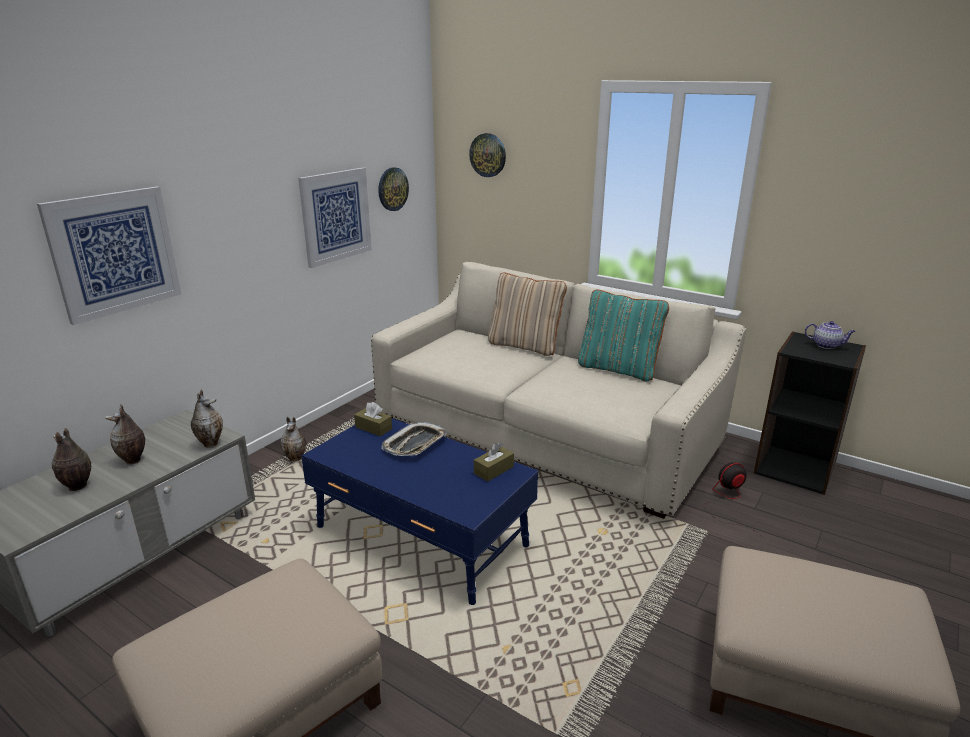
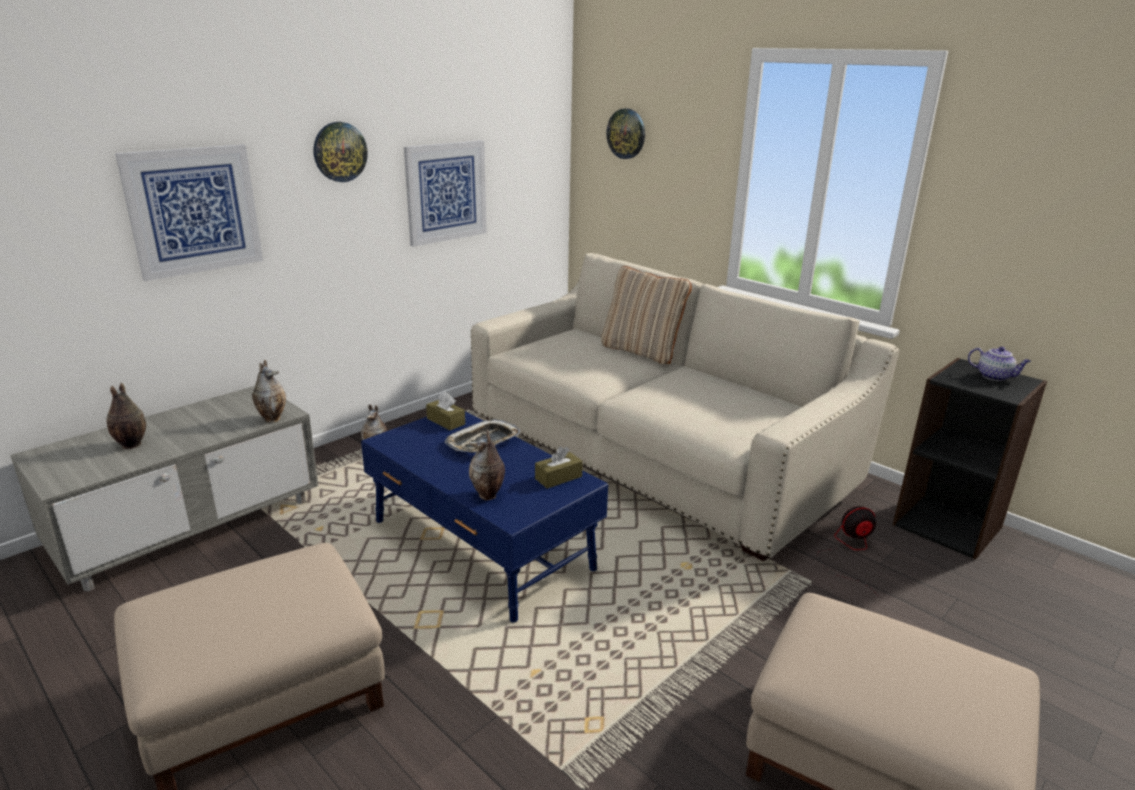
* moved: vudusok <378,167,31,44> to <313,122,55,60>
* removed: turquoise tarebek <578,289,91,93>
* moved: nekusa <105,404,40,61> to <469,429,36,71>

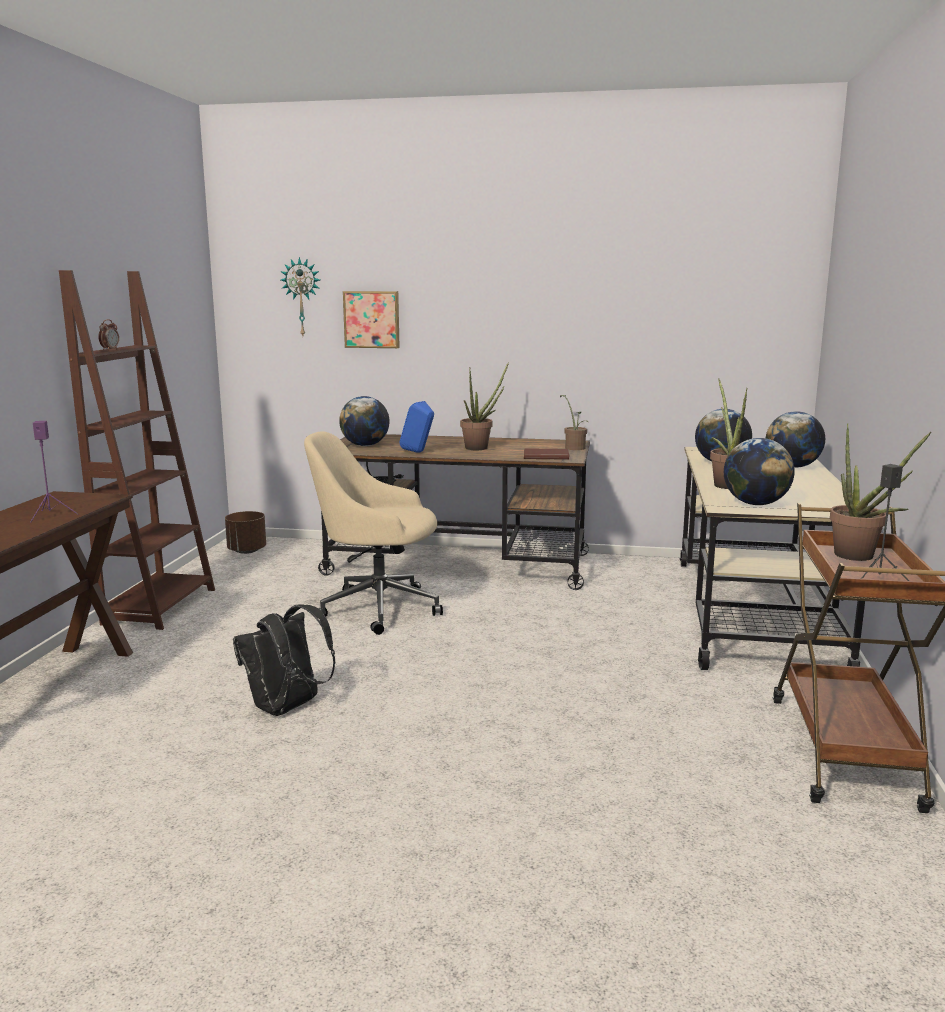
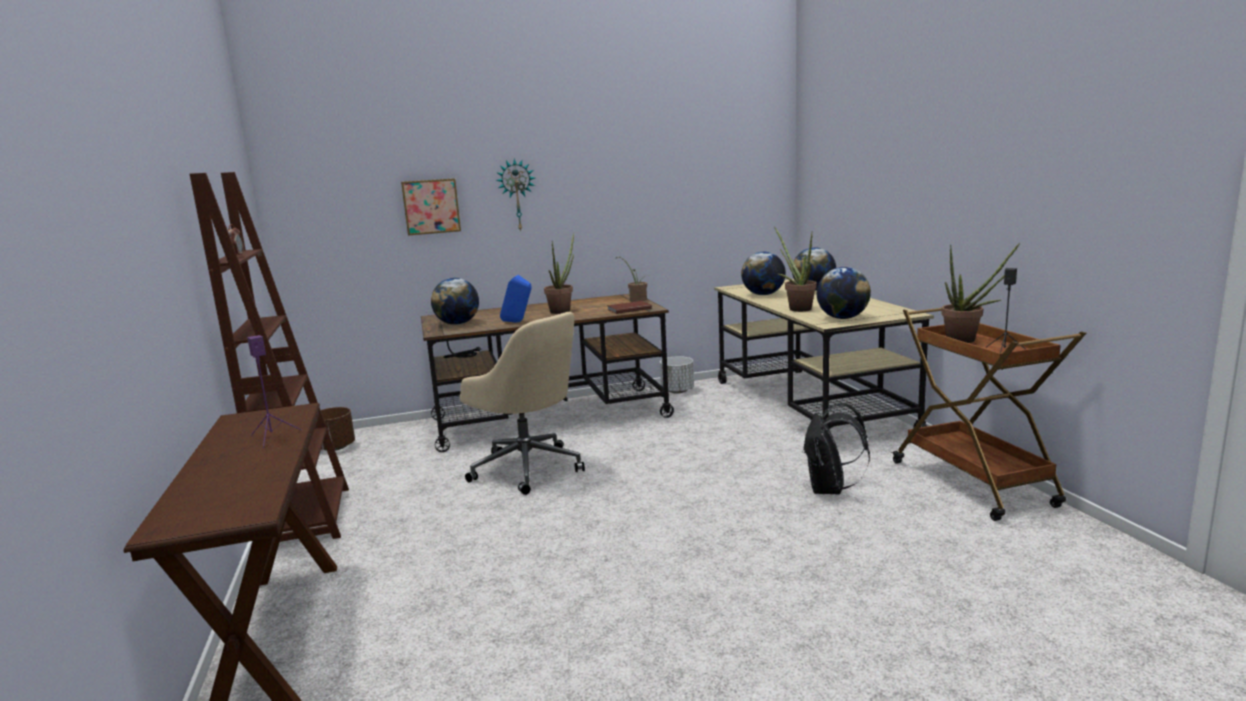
* moved: vudusok <281,257,39,79> to <496,158,39,74>
* turned: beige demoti <304,431,139,204> = <460,312,125,183> 120 degrees counterclockwise
* moved: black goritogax <233,605,102,111> to <804,403,66,92>
* added: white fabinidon <660,356,34,37>

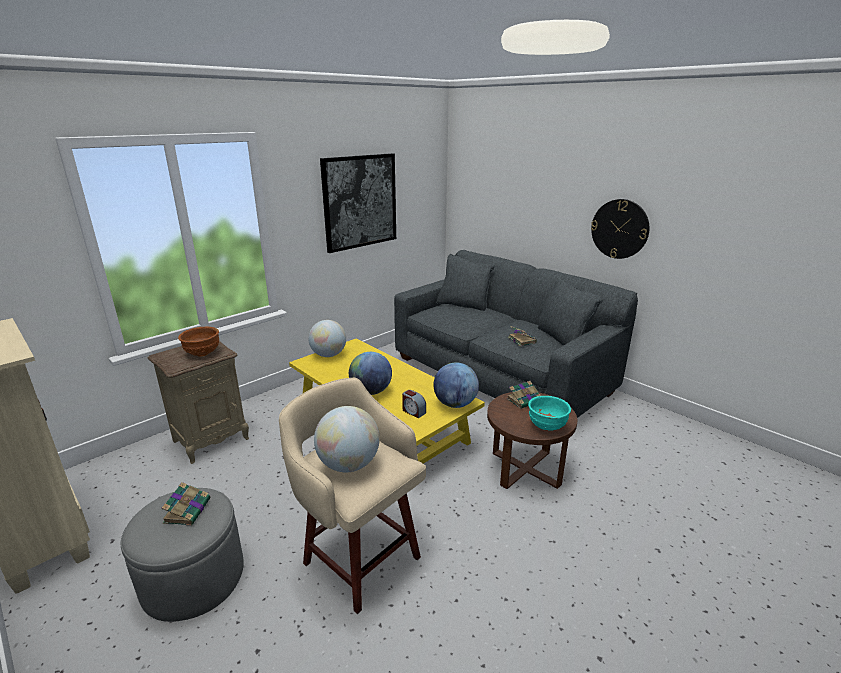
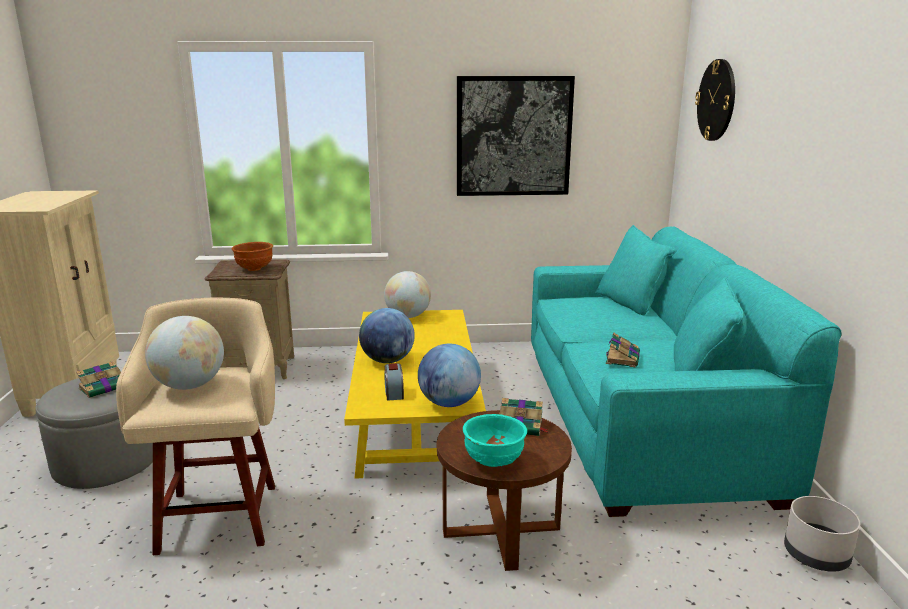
* moved: vudusok <591,199,58,60> to <695,59,40,82>
* recoloured: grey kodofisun <394,250,244,168> to turquoise kodofisun <531,225,310,292>
* added: grey fabinidon <784,496,76,76>

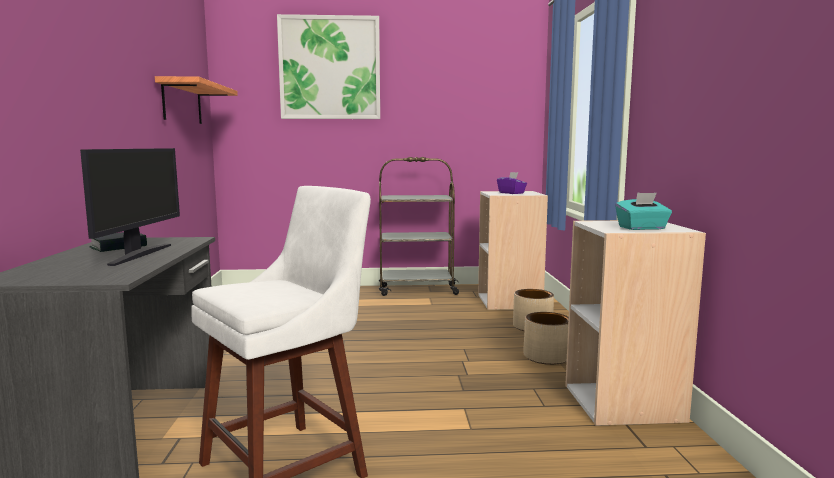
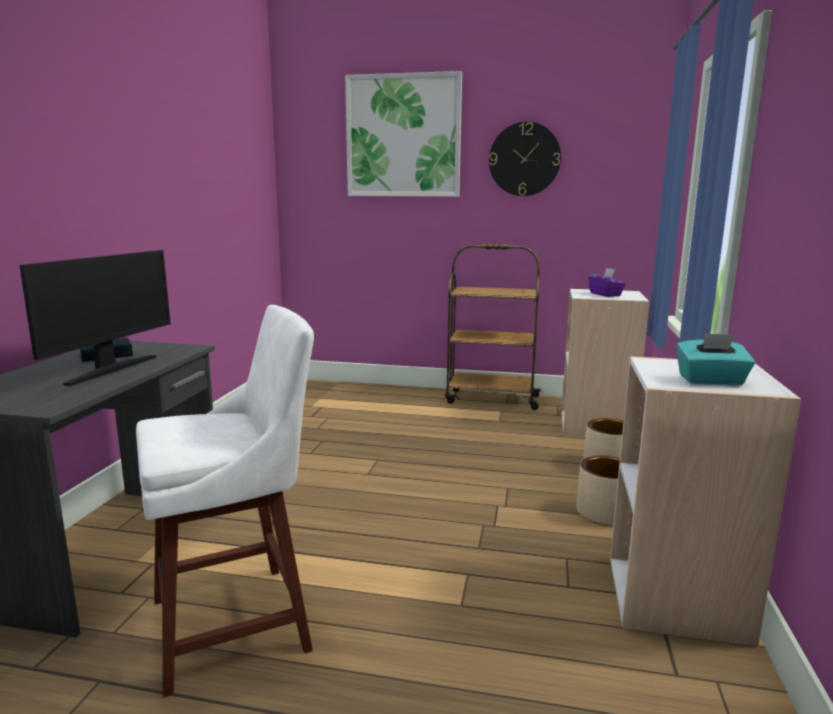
* removed: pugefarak <155,76,83,48>
* recoloured: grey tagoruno <379,157,80,139> to brown tagoruno <445,243,98,167>
* added: vudusok <489,122,72,74>

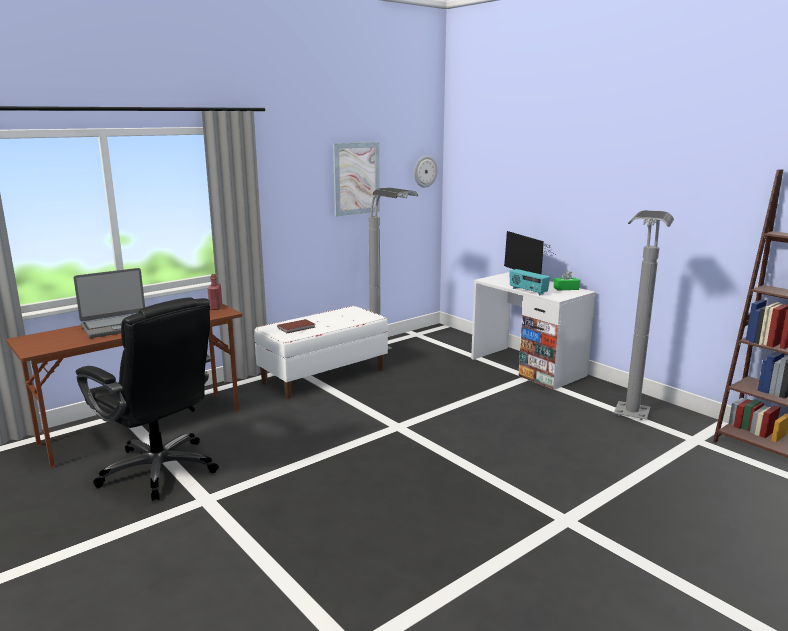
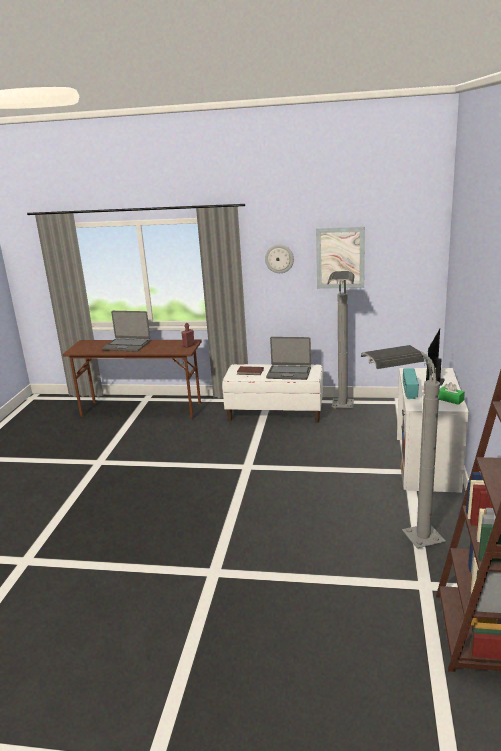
* moved: vudusok <414,156,24,32> to <265,245,29,28>
* removed: black demoti <76,297,143,204>
* added: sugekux <266,337,45,43>

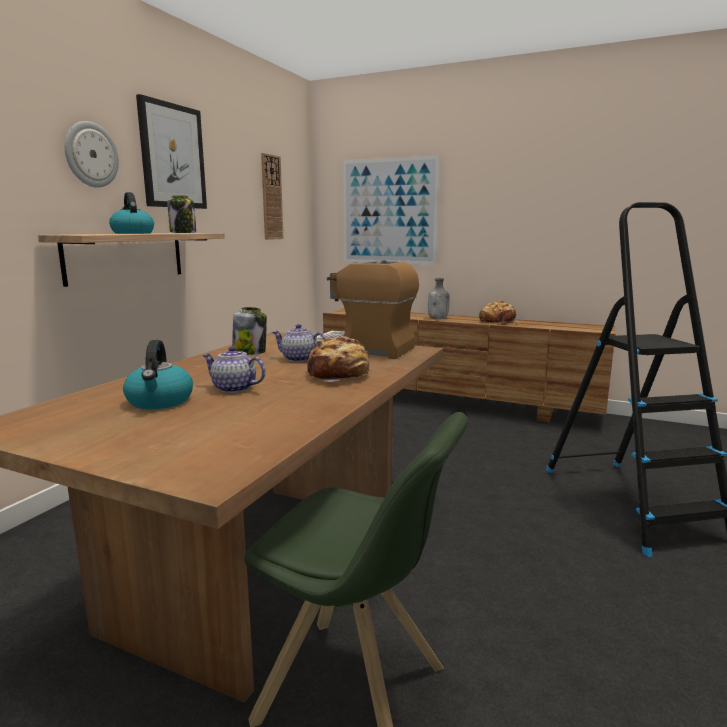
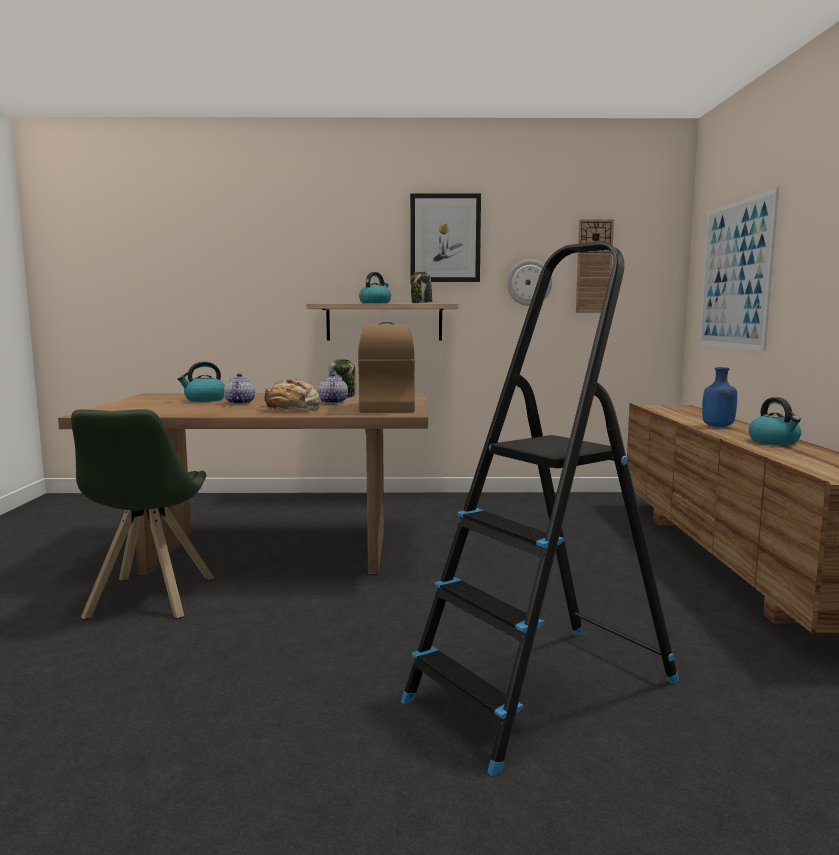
* moved: vudusok <64,121,55,67> to <507,259,45,47>
* recoloured: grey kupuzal <428,278,22,41> to blue kupuzal <702,367,35,60>
* replaced: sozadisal <479,301,39,23> to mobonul <749,397,52,48>

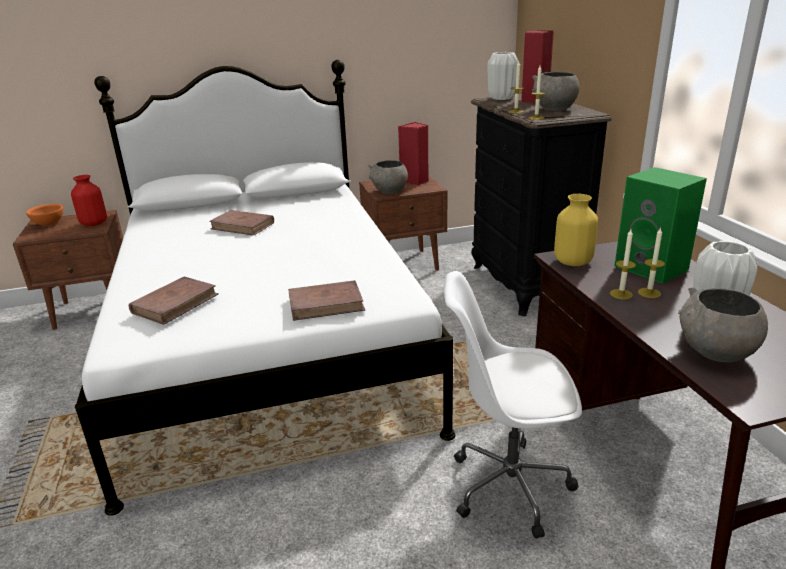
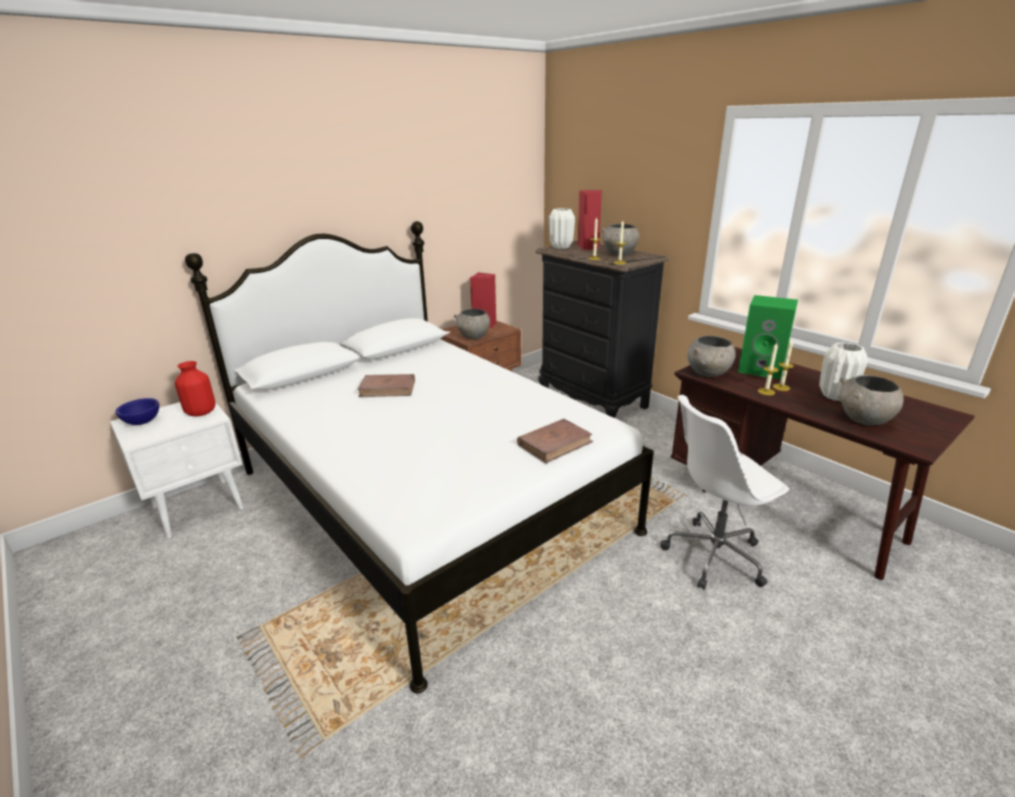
* replaced: yellow nekusa <554,194,44,72> to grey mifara <687,336,49,41>
* recoloured: orange mifara <26,204,37,22> to blue mifara <115,398,44,27>
* recoloured: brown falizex <13,210,110,120> to white falizex <110,402,134,136>
* removed: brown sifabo <129,277,90,48>

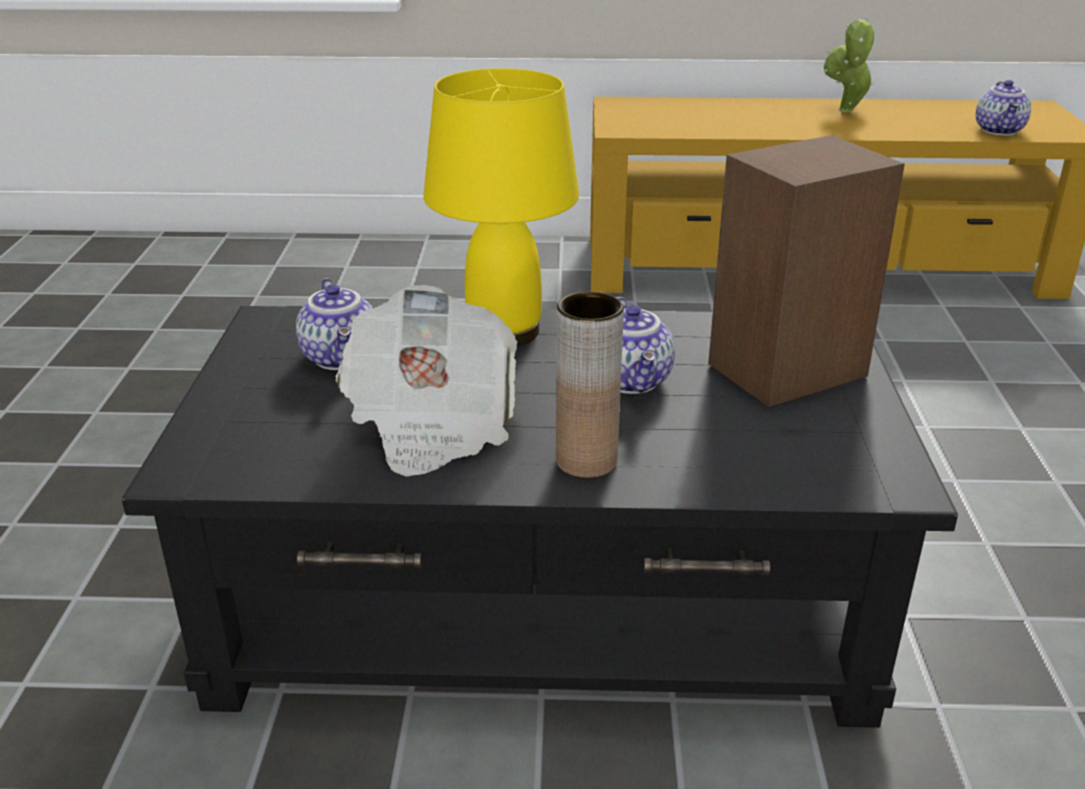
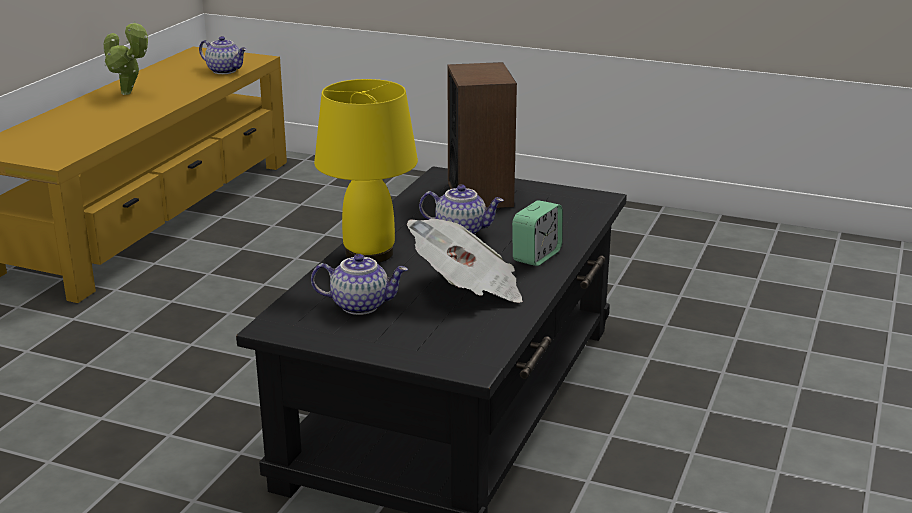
* replaced: brown nekusa <556,292,68,186> to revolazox <512,200,51,66>

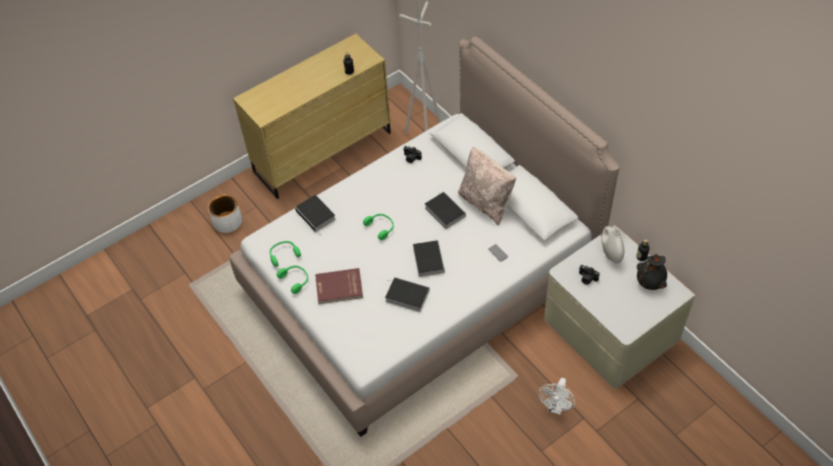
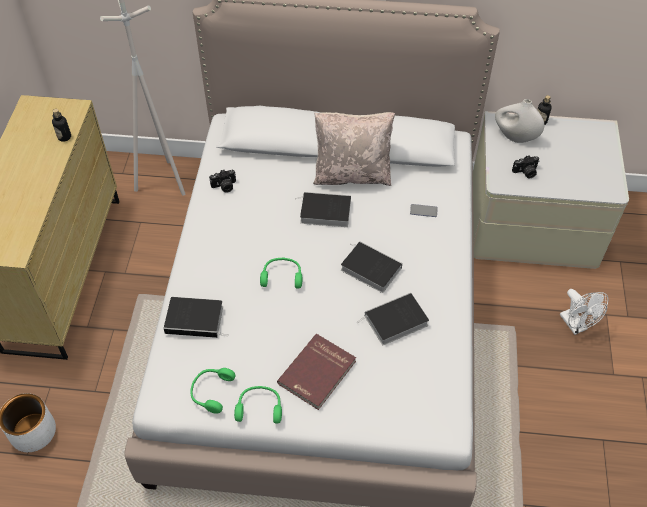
* removed: black nekusa <637,254,30,36>

